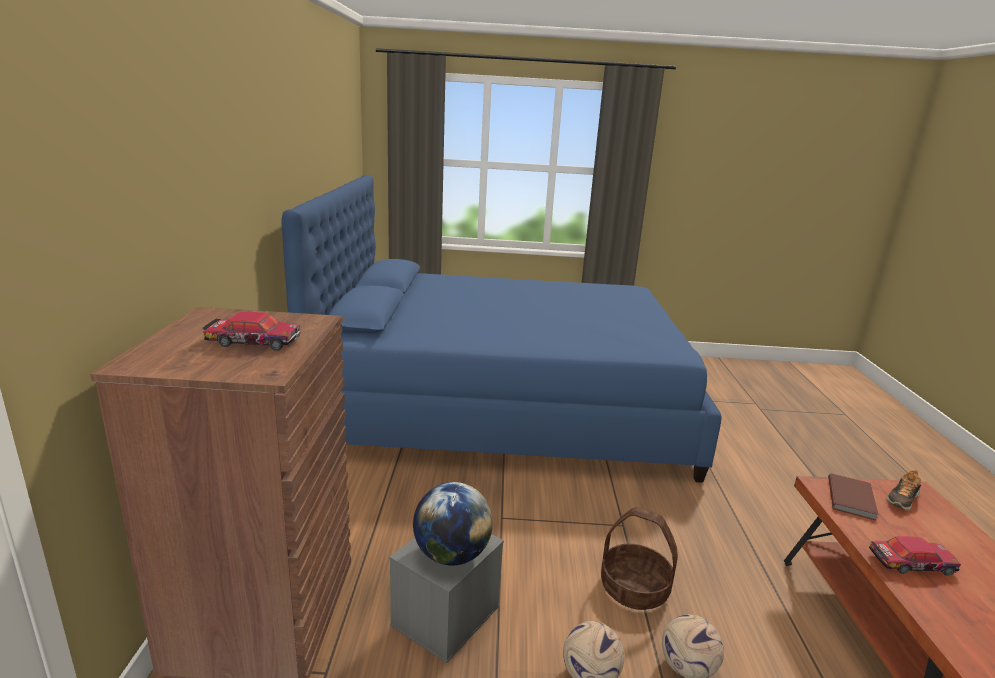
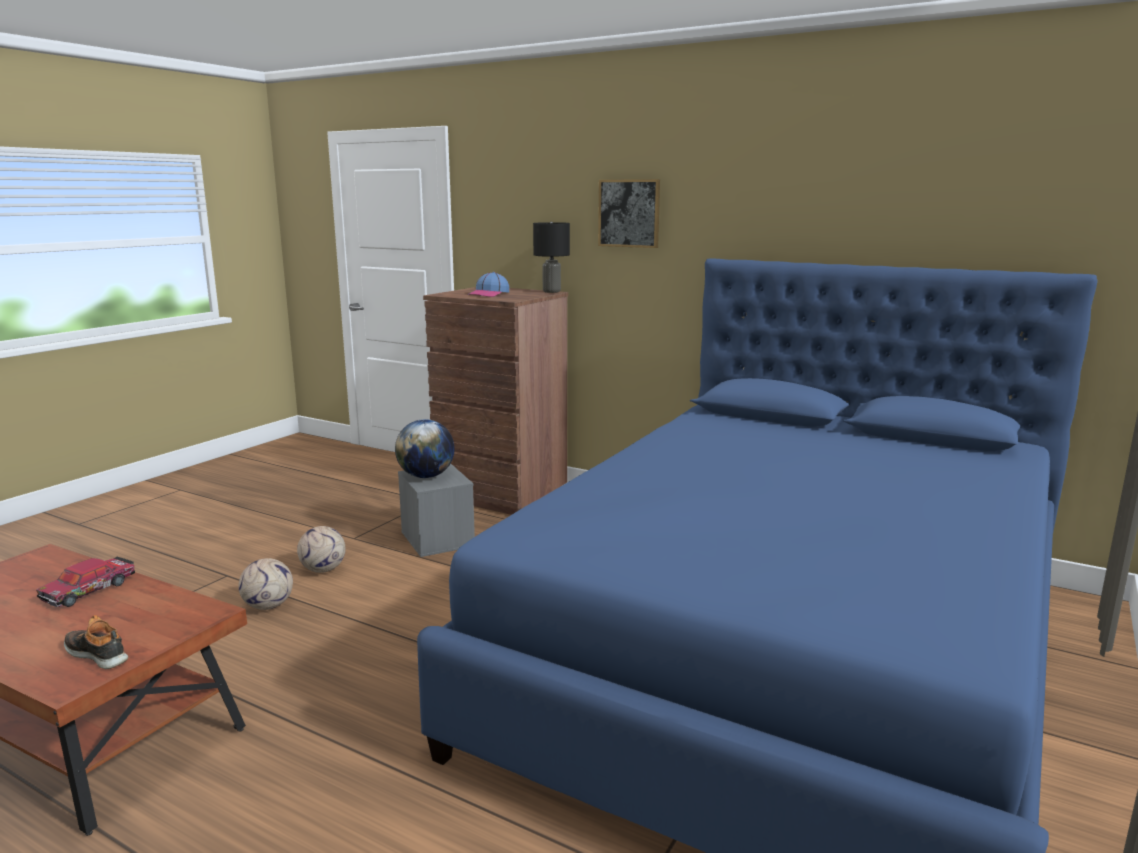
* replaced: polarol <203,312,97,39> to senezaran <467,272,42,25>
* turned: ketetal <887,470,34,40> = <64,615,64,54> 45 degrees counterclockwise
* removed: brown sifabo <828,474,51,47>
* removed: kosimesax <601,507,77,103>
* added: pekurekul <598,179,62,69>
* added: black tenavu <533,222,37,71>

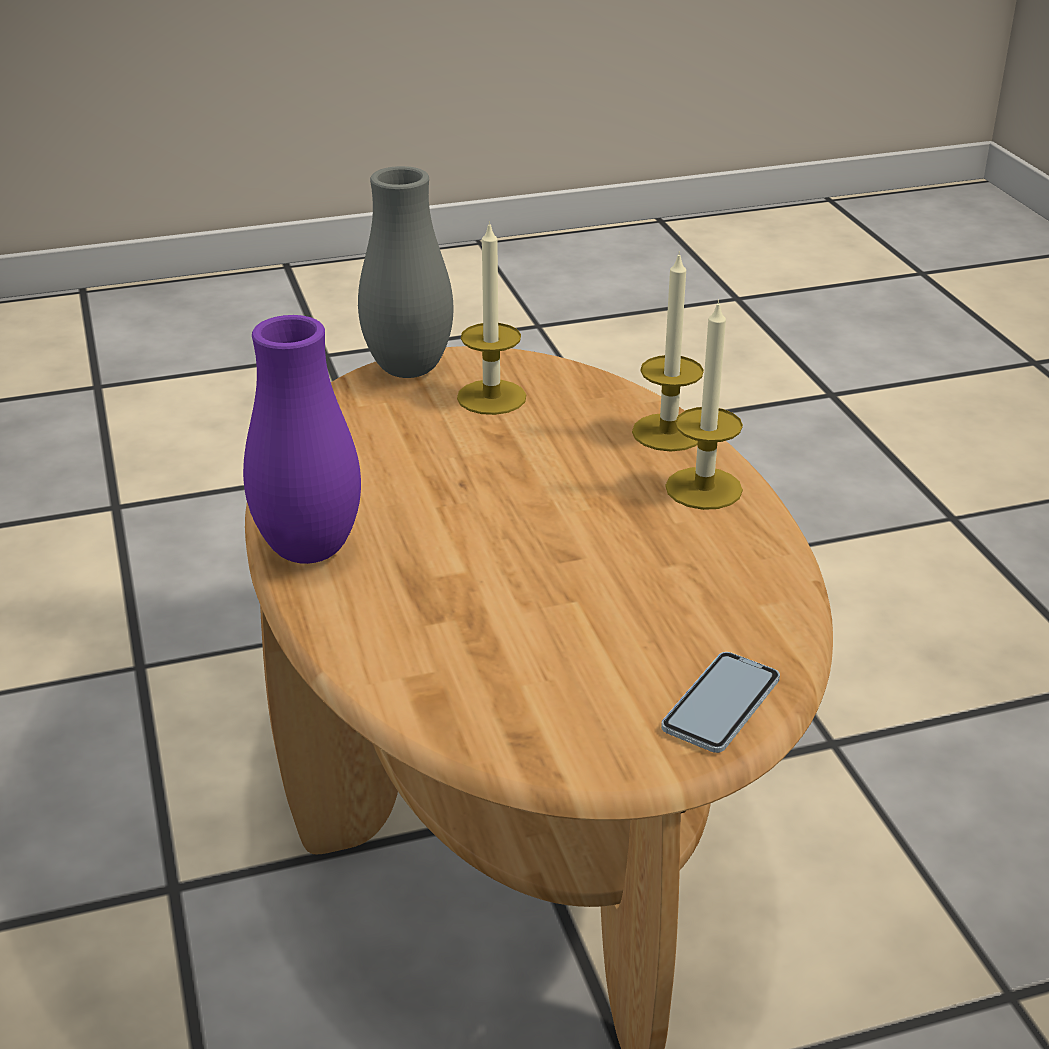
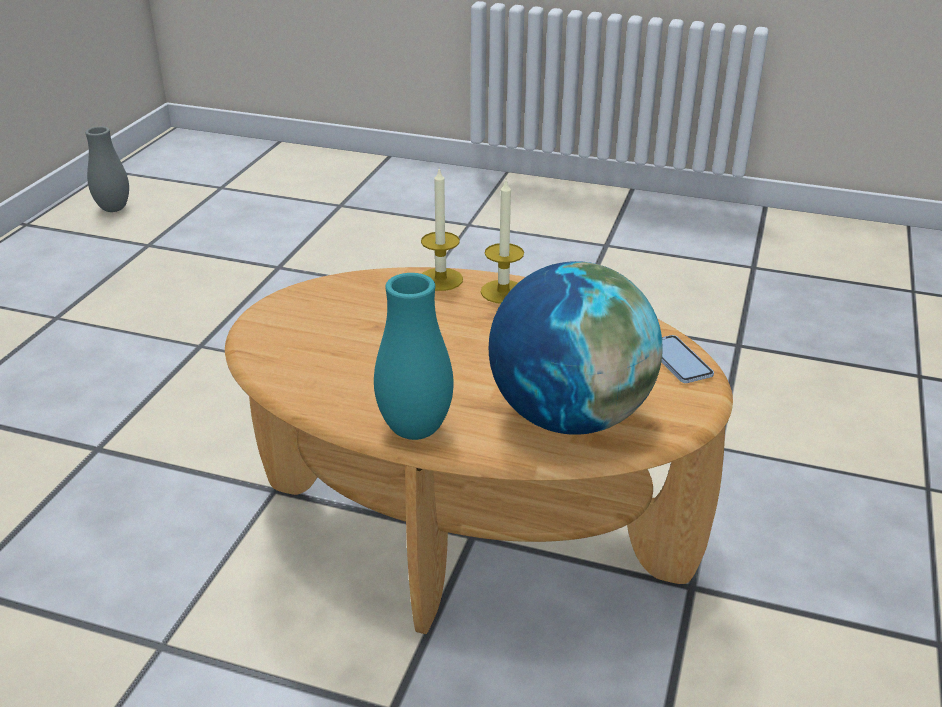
* moved: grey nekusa <358,166,96,212> to <85,126,44,86>
* removed: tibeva <457,221,69,194>
* recoloured: purple nekusa <243,315,118,249> to turquoise nekusa <374,273,80,167>
* added: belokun <489,261,174,174>

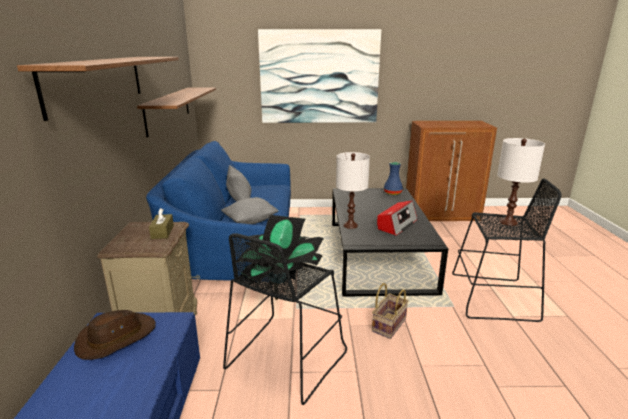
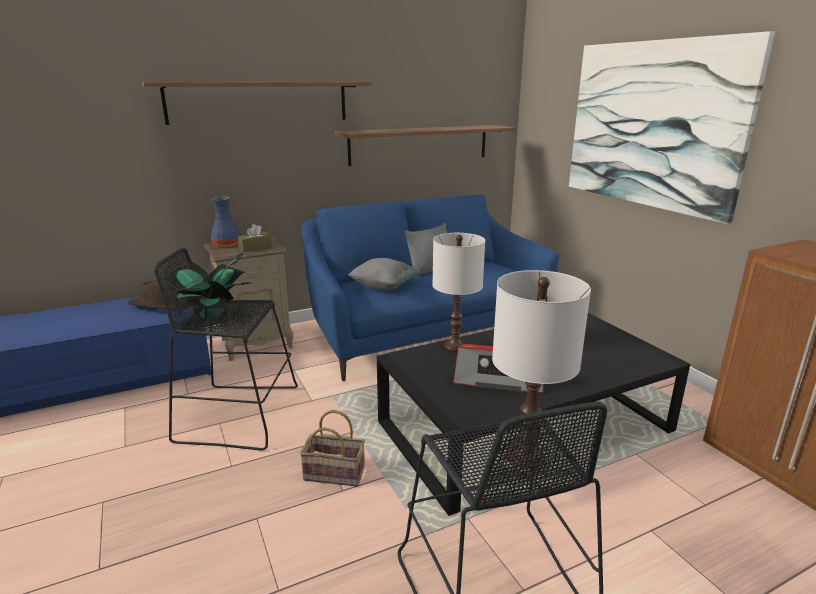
* moved: blue nekusa <384,162,19,33> to <211,197,30,50>

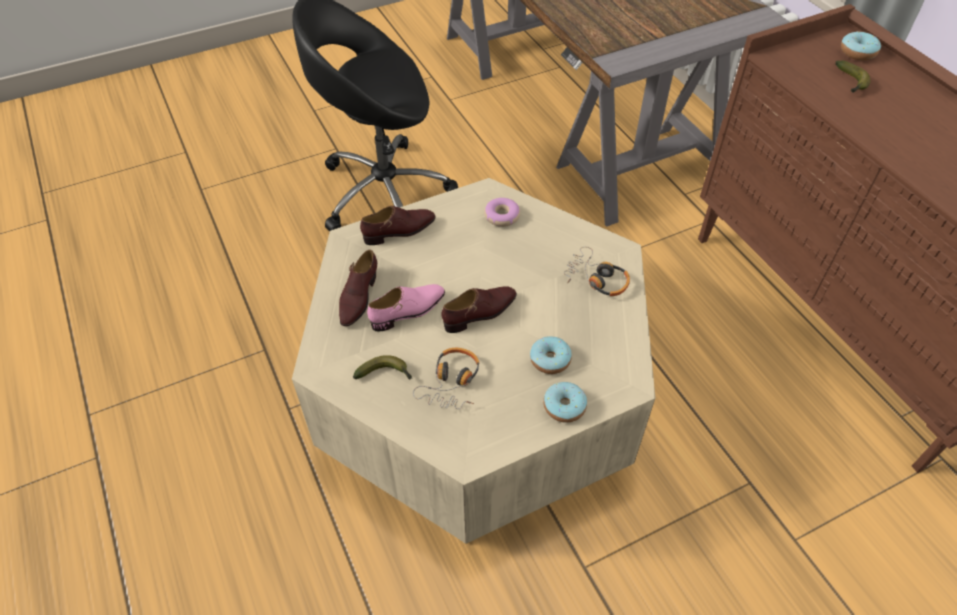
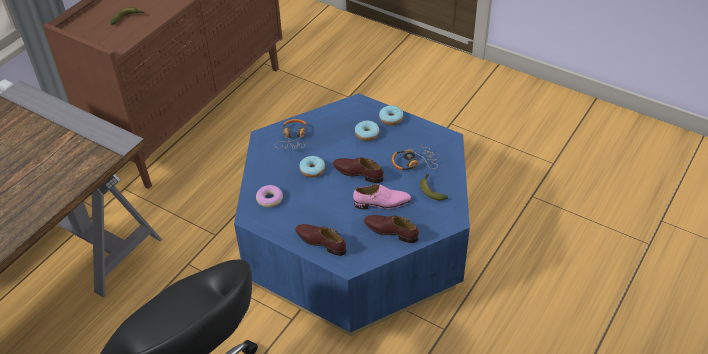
* moved: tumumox <841,31,40,29> to <299,155,26,23>
* recoloured: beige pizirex <292,178,363,366> to blue pizirex <234,93,236,243>
* turned: brown ketetal <339,250,38,76> = <364,215,55,28> 135 degrees counterclockwise
* turned: pink ketetal <367,284,78,48> = <353,184,58,25> 150 degrees clockwise

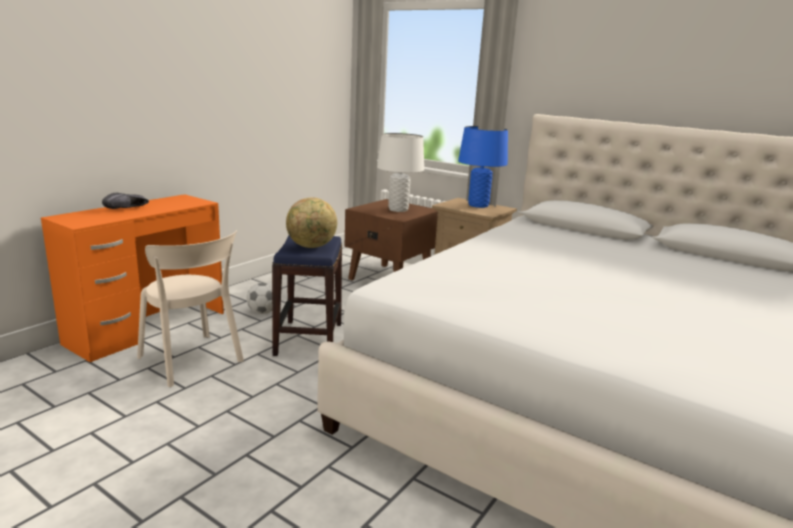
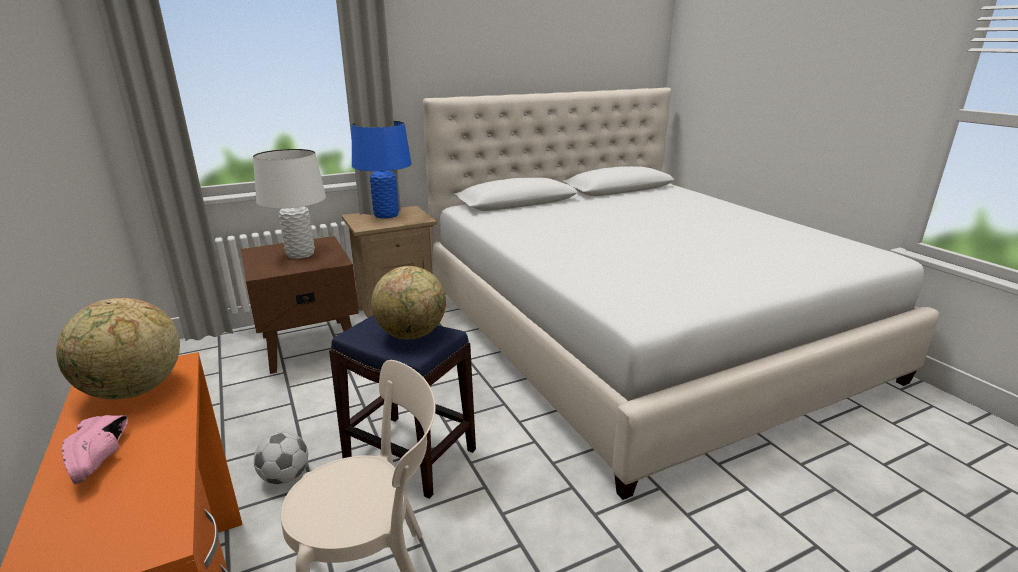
* recoloured: black ketetal <102,193,47,16> to pink ketetal <61,415,67,70>
* added: belokun <56,298,124,101>

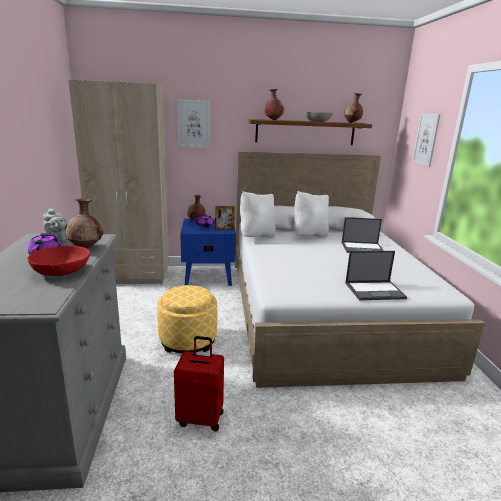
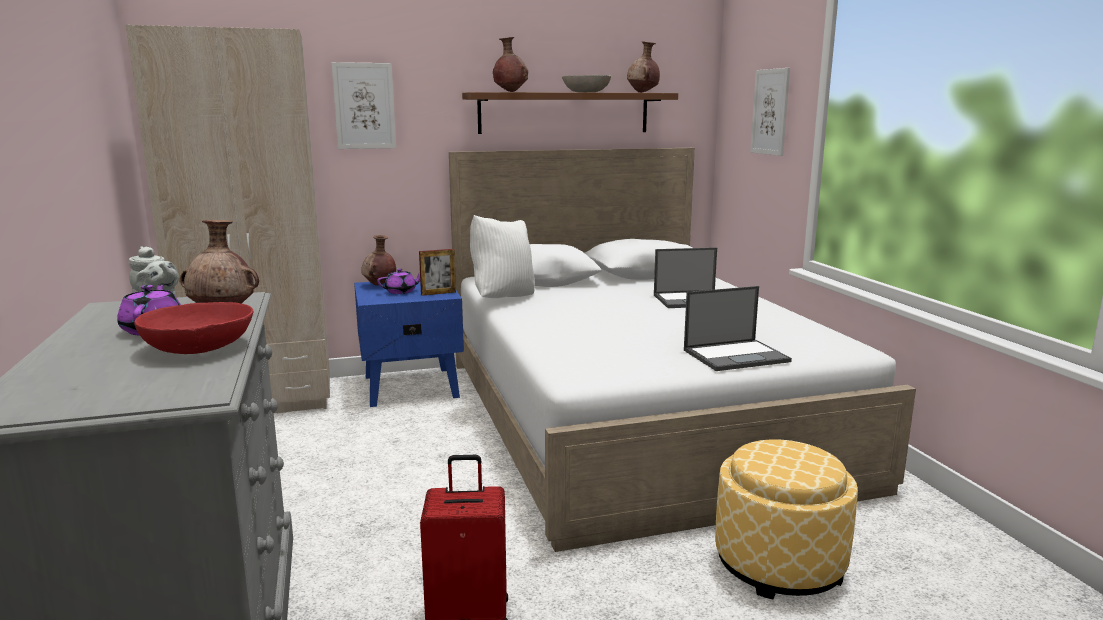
* removed: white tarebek <294,191,35,45>
* moved: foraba <157,285,60,68> to <715,439,143,160>

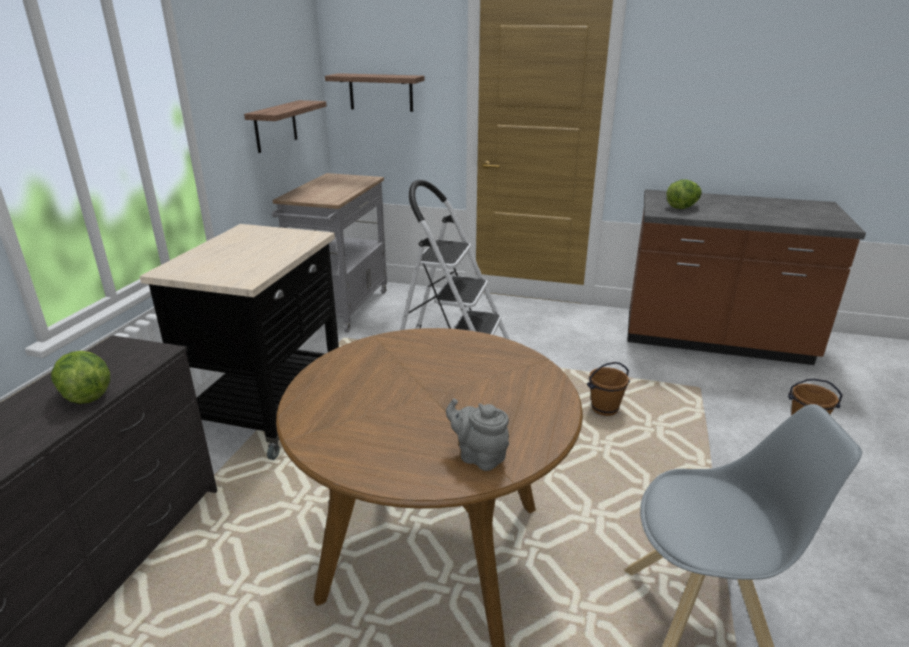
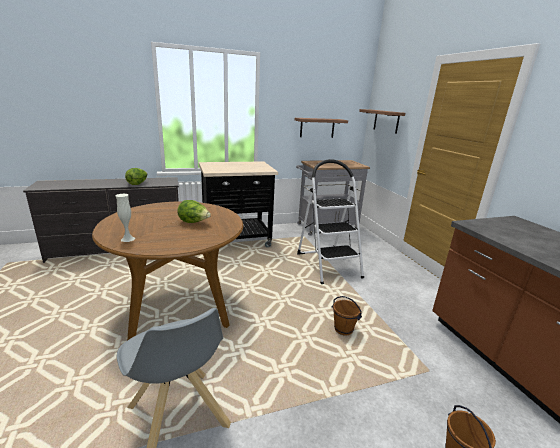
* moved: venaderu <666,179,36,30> to <177,200,34,23>
* replaced: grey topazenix <446,399,63,72> to white nekusa <116,194,19,48>

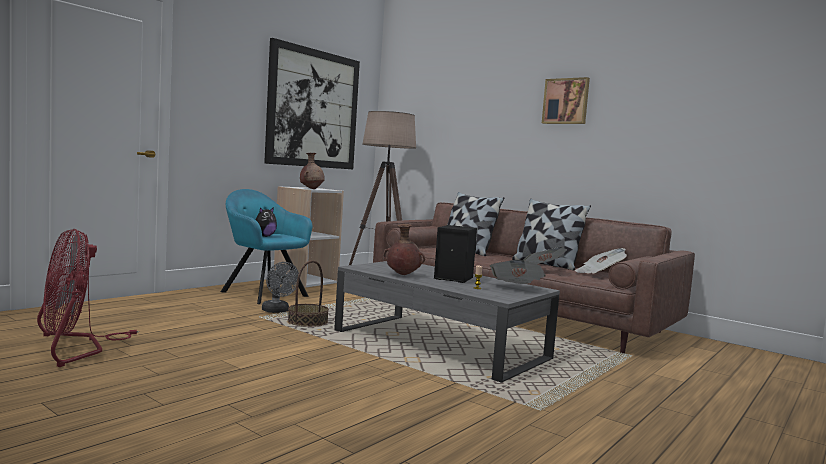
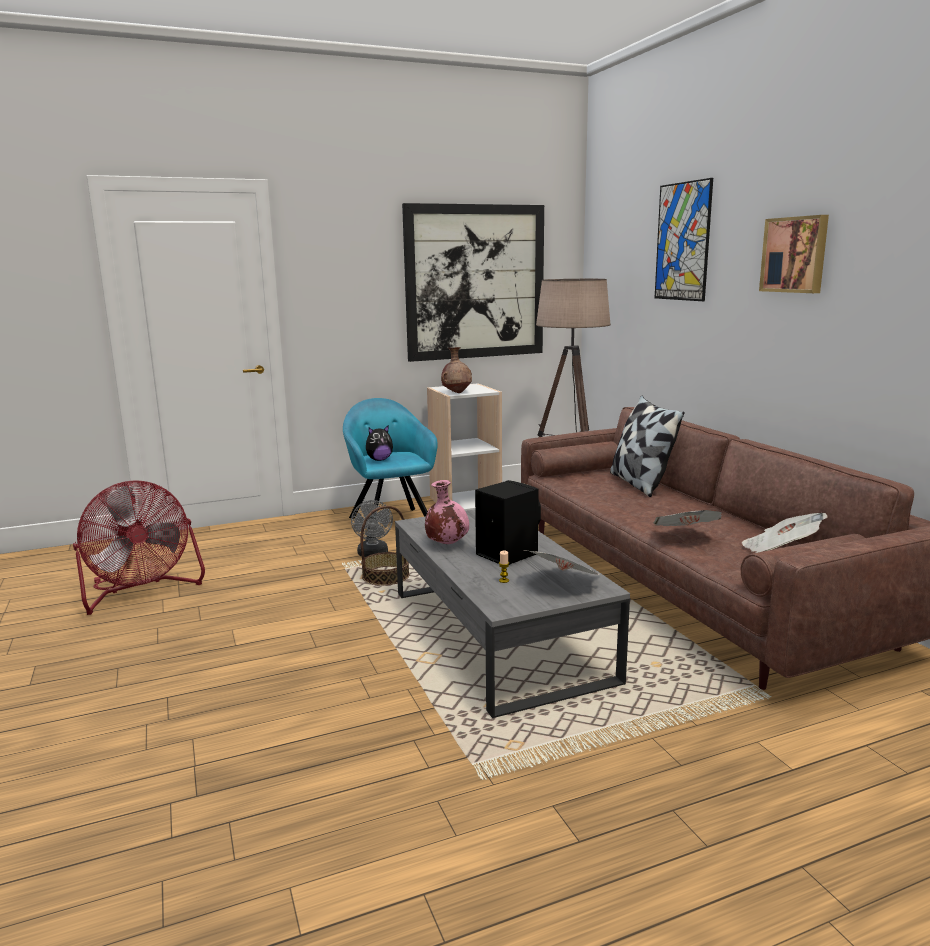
* removed: tarebek <512,199,79,71>
* recoloured: brown nekusa <384,224,41,51> to pink nekusa <425,480,44,64>
* turned: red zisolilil <37,229,101,138> = <73,481,132,134> 120 degrees counterclockwise
* added: pekurekul <655,178,58,123>

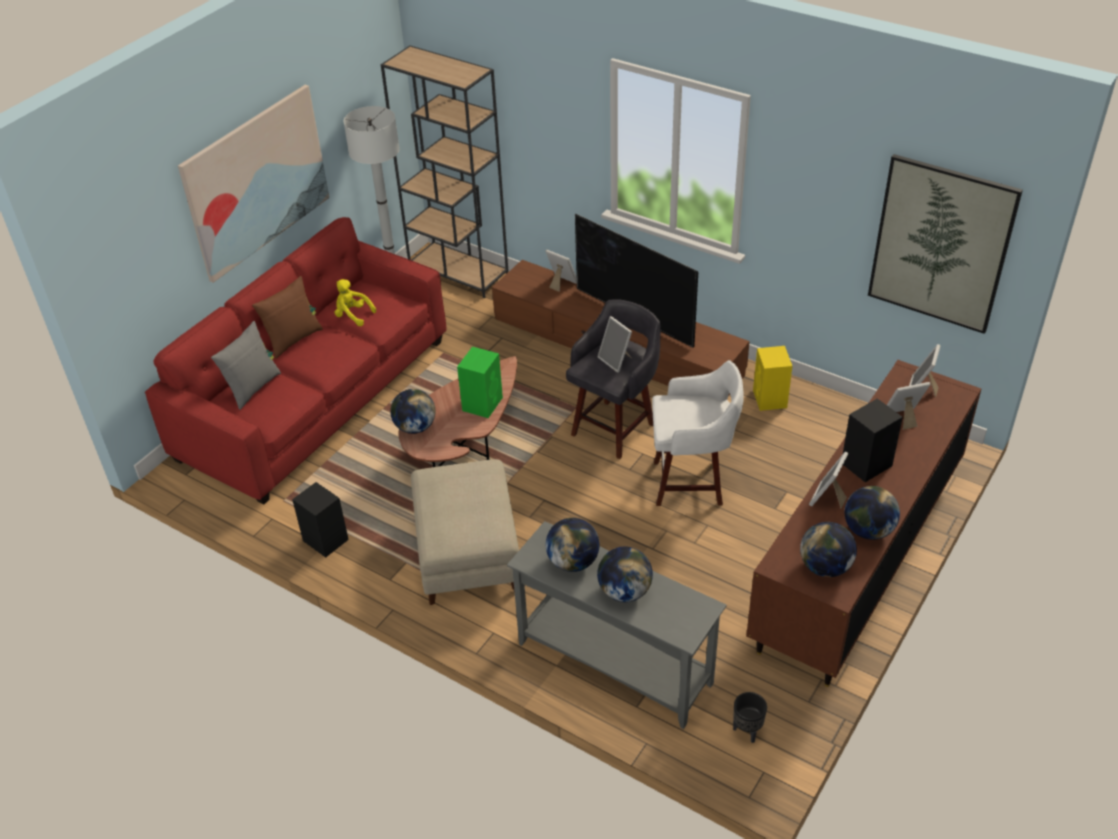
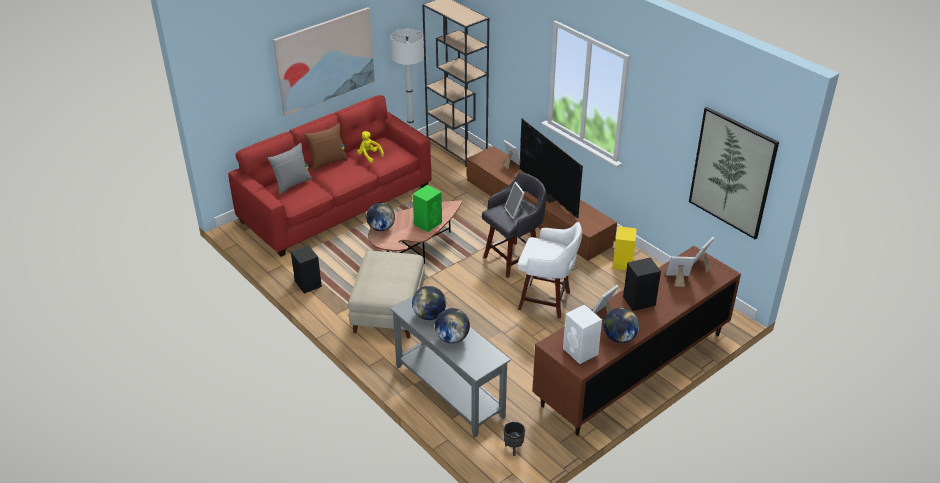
* replaced: belokun <800,522,57,55> to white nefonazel <563,304,39,60>

